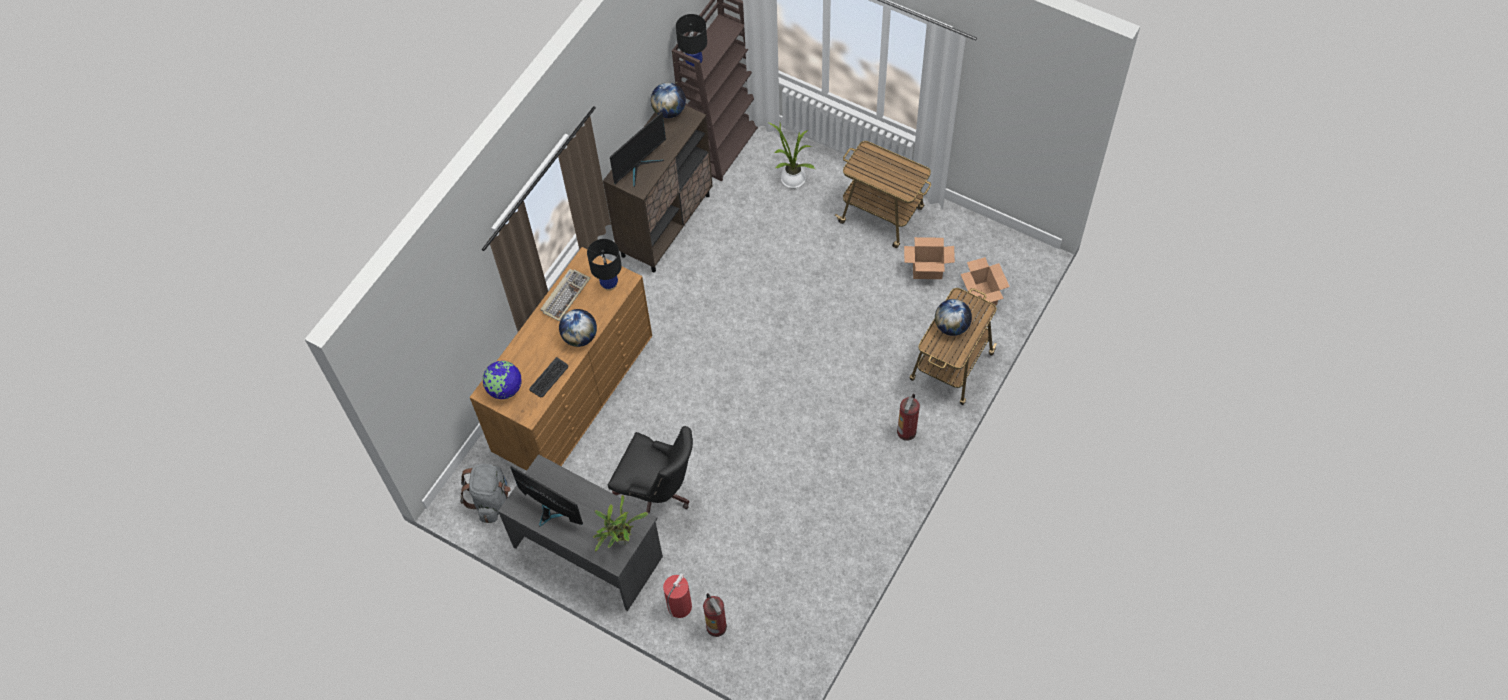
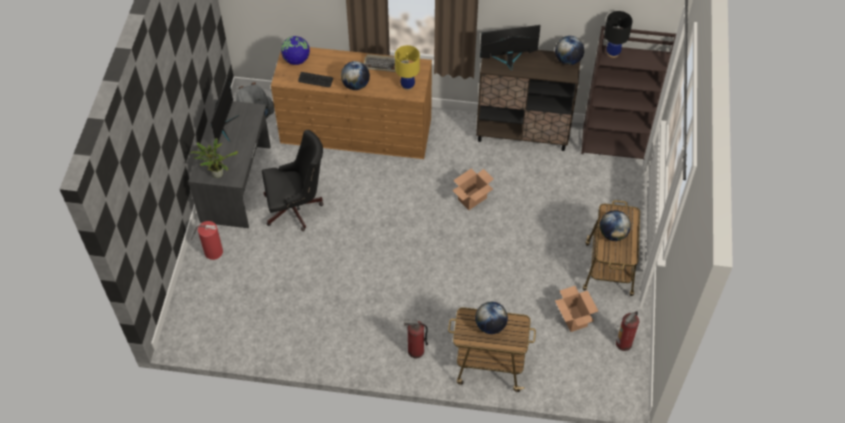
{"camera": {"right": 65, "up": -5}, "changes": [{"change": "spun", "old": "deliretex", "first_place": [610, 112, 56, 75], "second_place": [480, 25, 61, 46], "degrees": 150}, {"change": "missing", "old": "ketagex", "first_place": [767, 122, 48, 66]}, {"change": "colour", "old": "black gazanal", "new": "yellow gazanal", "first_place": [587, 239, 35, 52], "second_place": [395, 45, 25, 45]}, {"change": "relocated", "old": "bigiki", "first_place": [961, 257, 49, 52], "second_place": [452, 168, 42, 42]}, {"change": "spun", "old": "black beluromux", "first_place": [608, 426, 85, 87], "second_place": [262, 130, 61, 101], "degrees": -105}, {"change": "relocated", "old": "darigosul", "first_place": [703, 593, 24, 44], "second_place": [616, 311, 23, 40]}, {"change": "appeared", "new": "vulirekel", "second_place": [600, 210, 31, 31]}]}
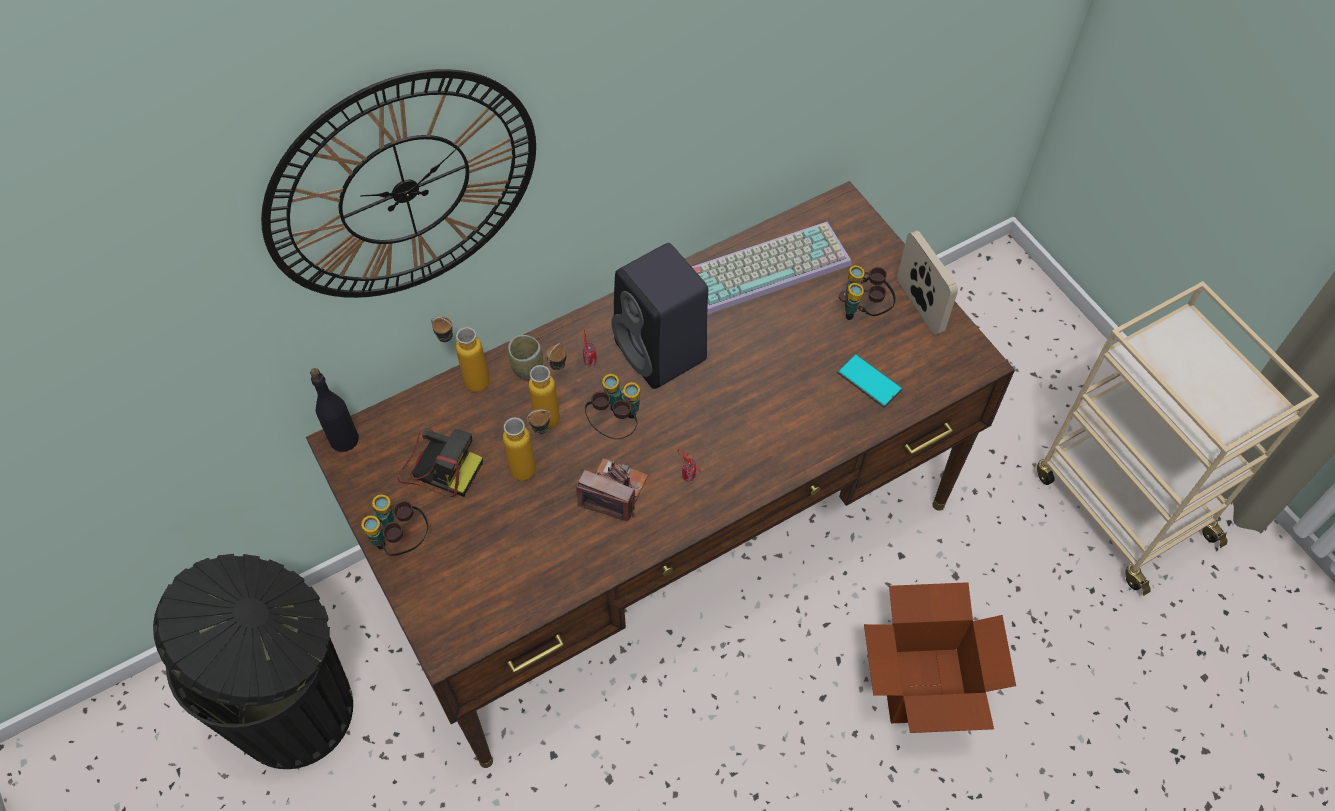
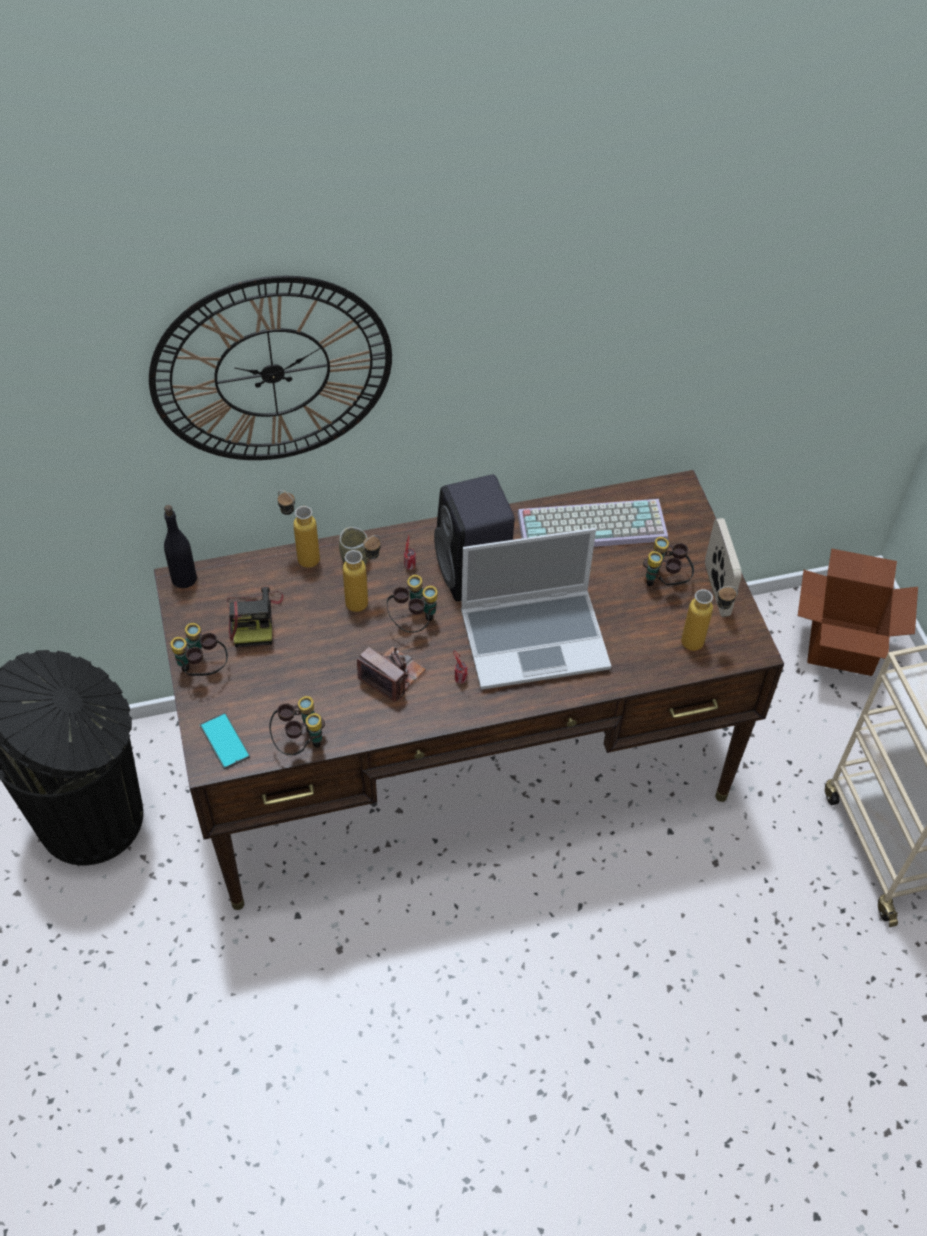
{"camera": {"right": 15, "up": -5}, "changes": [{"change": "relocated", "old": "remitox", "first_place": [837, 353, 65, 55], "second_place": [200, 712, 50, 57]}, {"change": "relocated", "old": "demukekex", "first_place": [503, 409, 48, 72], "second_place": [681, 586, 57, 65]}, {"change": "spun", "old": "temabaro", "first_place": [398, 428, 85, 69], "second_place": [227, 587, 57, 61], "degrees": 45}, {"change": "relocated", "old": "bigiki", "first_place": [864, 582, 152, 151], "second_place": [798, 548, 120, 128]}, {"change": "appeared", "new": "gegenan", "second_place": [461, 528, 150, 162]}, {"change": "appeared", "new": "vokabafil", "second_place": [269, 696, 56, 59]}]}
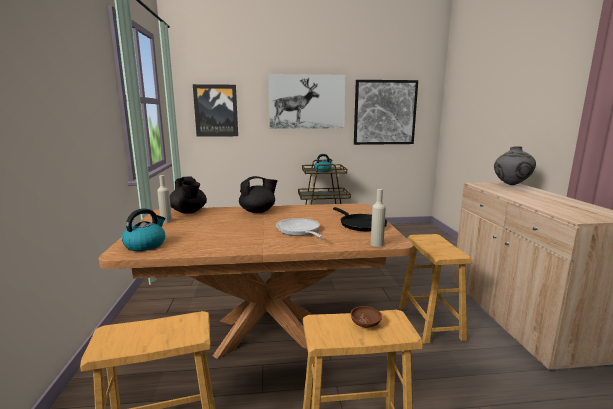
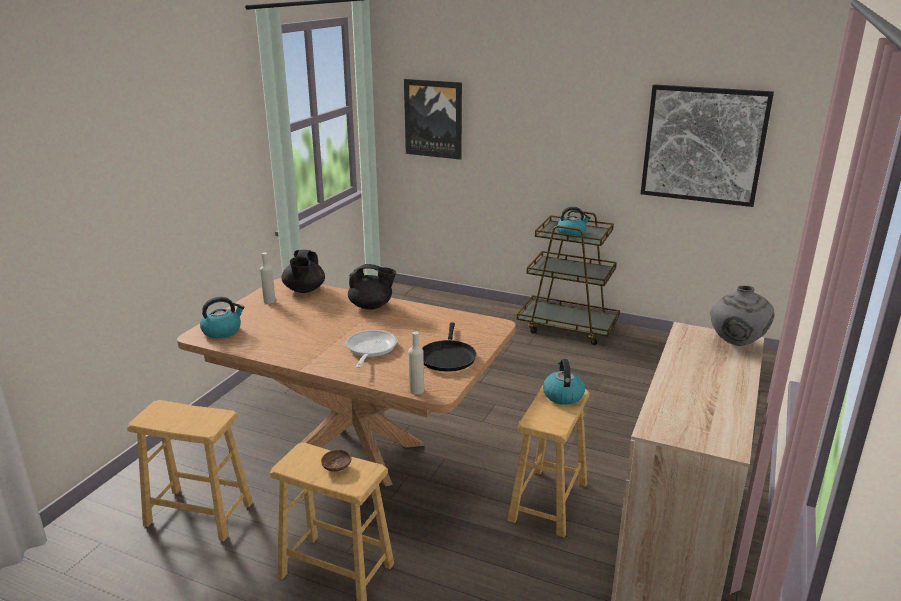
{"camera": {"right": 30, "up": 10}, "changes": [{"change": "missing", "old": "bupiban", "first_place": [268, 74, 77, 55]}, {"change": "appeared", "new": "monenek", "second_place": [543, 359, 42, 46]}]}
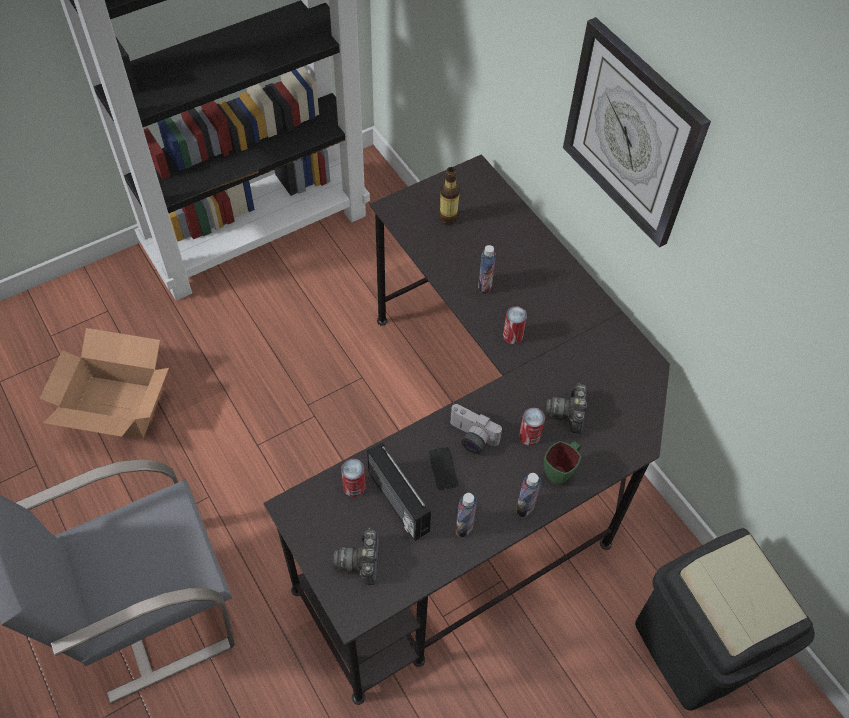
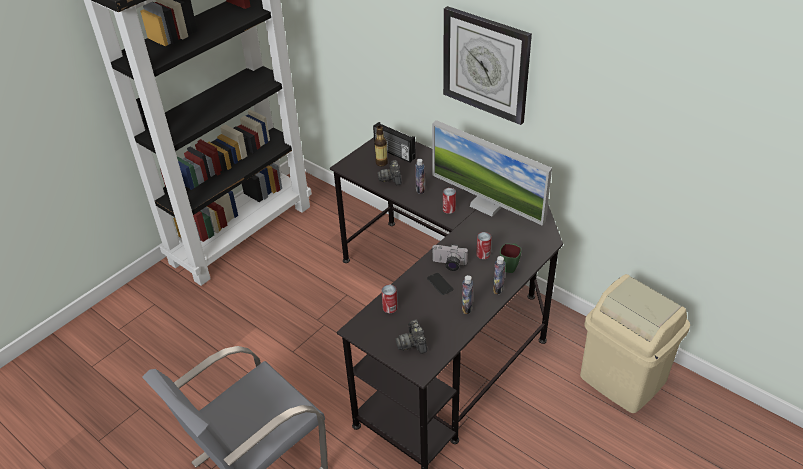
{"camera": {"right": -15, "up": -15}, "changes": [{"change": "missing", "old": "bigiki", "first_place": [40, 328, 129, 111]}, {"change": "relocated", "old": "temabaro", "first_place": [545, 383, 42, 50], "second_place": [377, 160, 25, 25]}, {"change": "relocated", "old": "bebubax", "first_place": [367, 443, 64, 98], "second_place": [373, 122, 43, 40]}, {"change": "colour", "old": "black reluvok", "new": "beige reluvok", "first_place": [635, 528, 180, 183], "second_place": [580, 274, 110, 139]}, {"change": "appeared", "new": "deliretex", "second_place": [432, 120, 120, 106]}]}
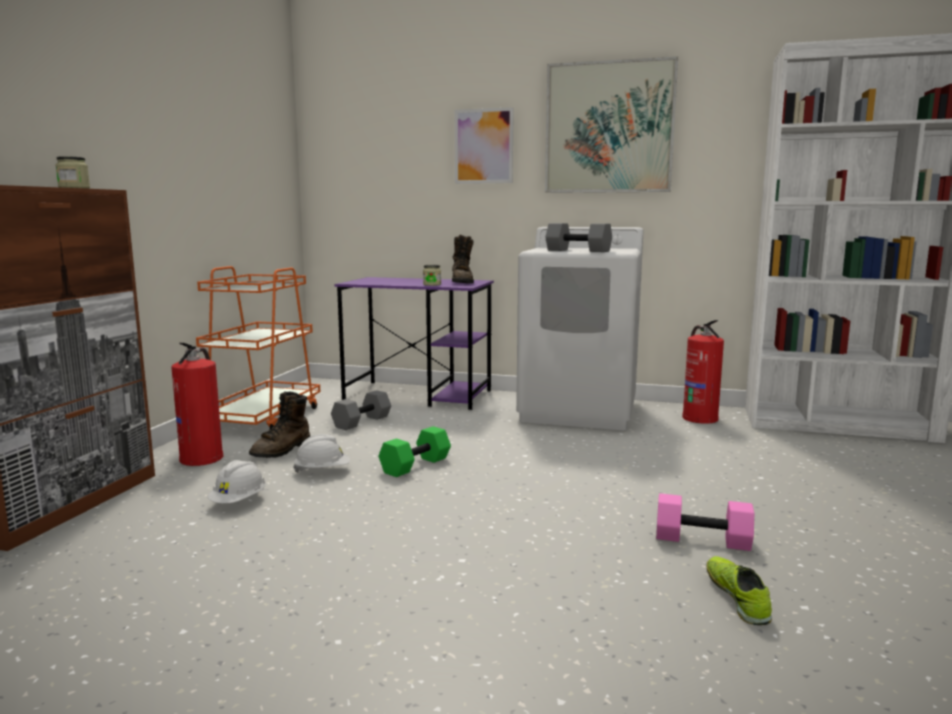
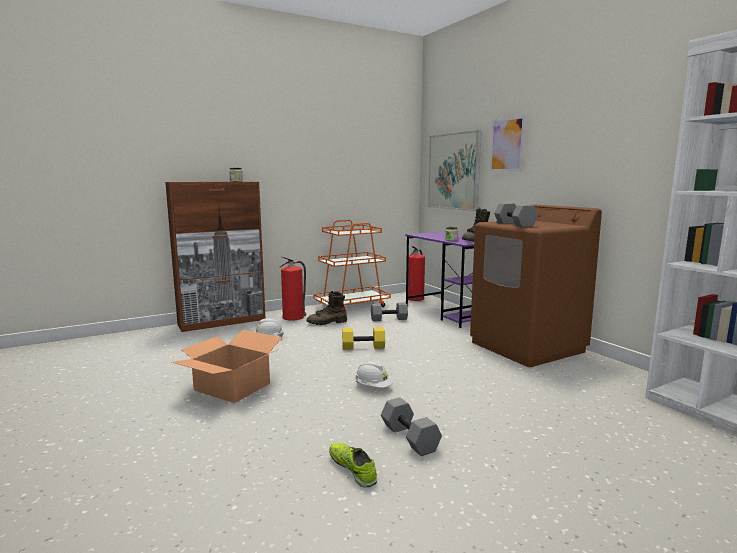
{"camera": {"right": 45, "up": 0}, "changes": [{"change": "relocated", "old": "bupiban", "first_place": [545, 56, 133, 137], "second_place": [428, 130, 54, 81]}, {"change": "colour", "old": "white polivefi", "new": "brown polivefi", "first_place": [516, 227, 128, 203], "second_place": [470, 204, 132, 163]}, {"change": "relocated", "old": "darigosul", "first_place": [682, 320, 42, 104], "second_place": [408, 246, 17, 55]}, {"change": "colour", "old": "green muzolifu", "new": "yellow muzolifu", "first_place": [379, 426, 72, 51], "second_place": [342, 327, 43, 23]}, {"change": "relocated", "old": "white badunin", "first_place": [293, 434, 57, 39], "second_place": [355, 360, 38, 28]}, {"change": "colour", "old": "pink muzolifu", "new": "grey muzolifu", "first_place": [656, 493, 98, 58], "second_place": [381, 397, 61, 59]}, {"change": "spun", "old": "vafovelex", "first_place": [707, 556, 65, 69], "second_place": [329, 443, 48, 44], "degrees": -75}, {"change": "appeared", "new": "bigiki", "second_place": [172, 329, 110, 74]}]}
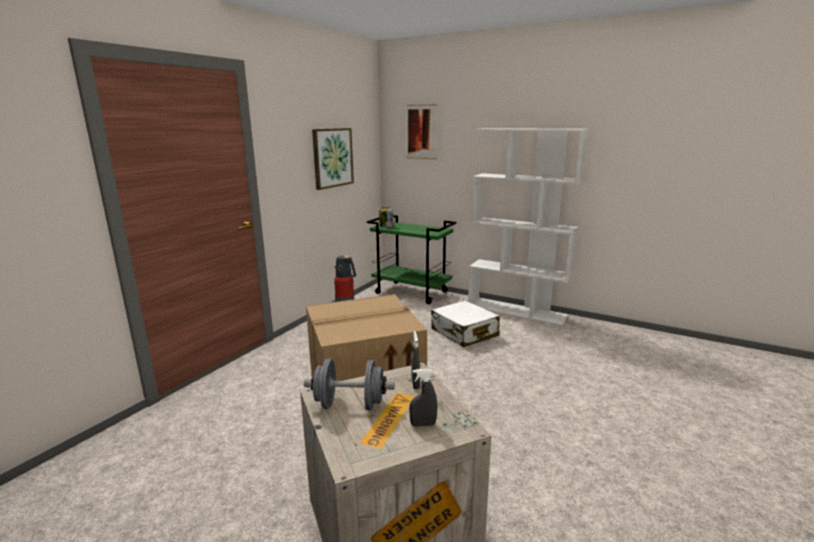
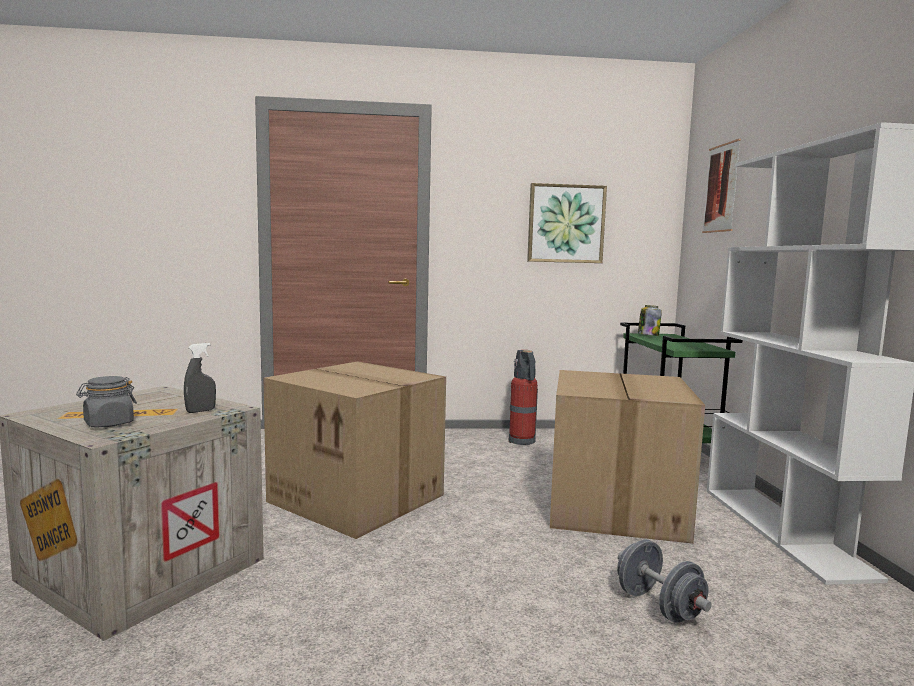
{"camera": {"right": 55, "up": -10}, "changes": [{"change": "exchanged", "old": "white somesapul", "new": "bigiki", "first_place": [431, 300, 69, 47], "second_place": [550, 370, 155, 174]}, {"change": "relocated", "old": "grey muzolifu", "first_place": [304, 359, 91, 51], "second_place": [617, 539, 95, 84]}, {"change": "exchanged", "old": "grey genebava", "new": "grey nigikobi", "first_place": [409, 369, 29, 58], "second_place": [76, 376, 61, 52]}]}
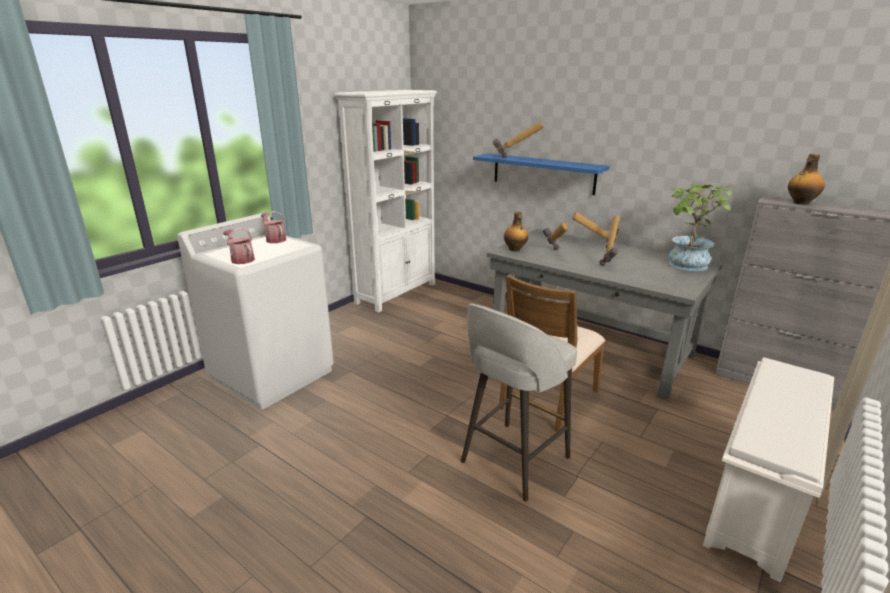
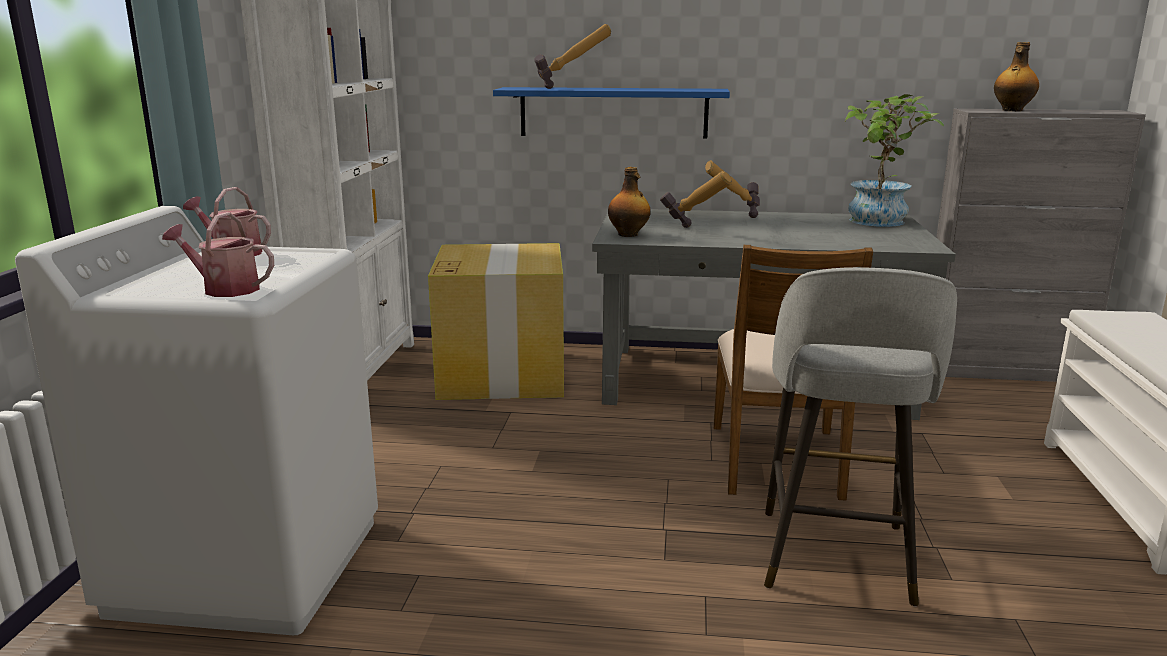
{"camera": {"right": -30, "up": -5}, "changes": [{"change": "missing", "old": "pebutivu", "first_place": [599, 216, 21, 49]}, {"change": "appeared", "new": "bigiki", "second_place": [428, 243, 136, 157]}]}
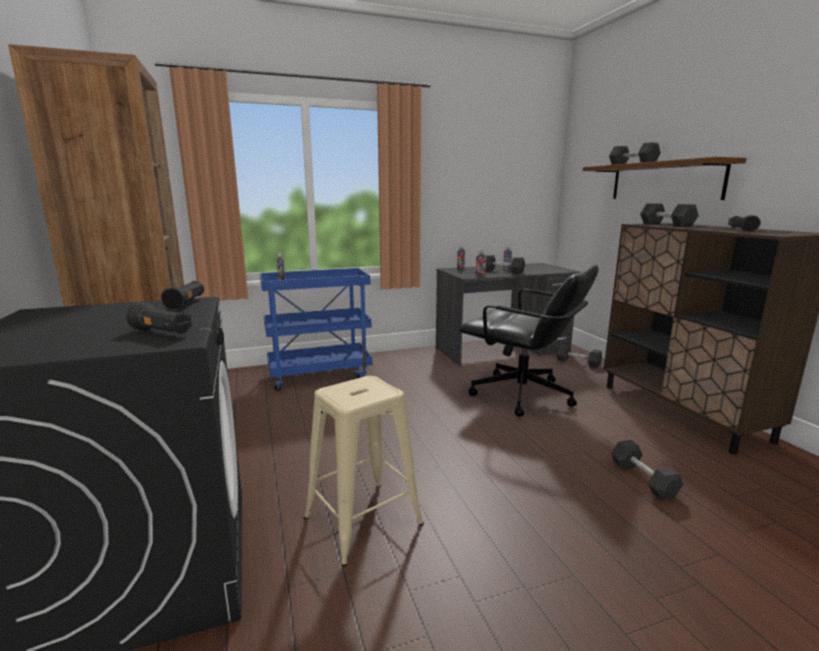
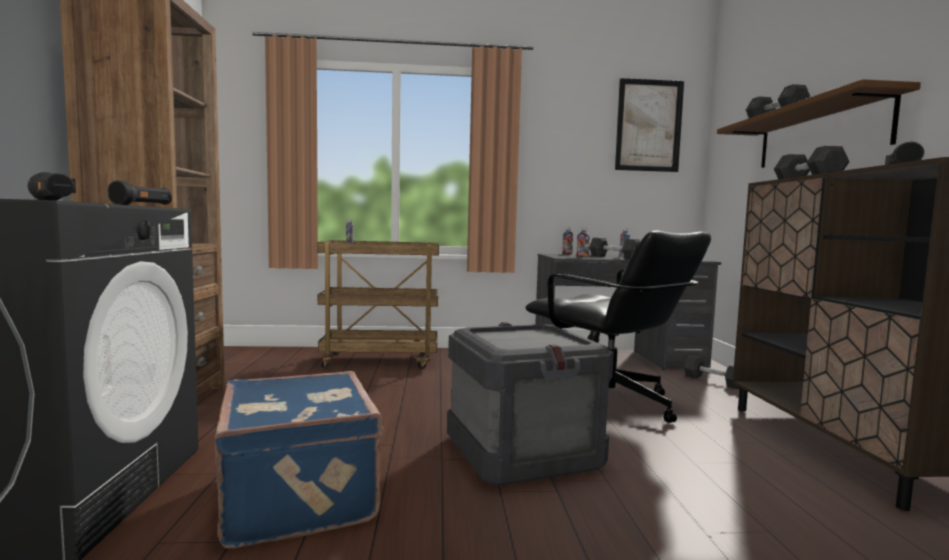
{"camera": {"right": 15, "up": -10}, "changes": [{"change": "colour", "old": "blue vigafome", "new": "brown vigafome", "first_place": [260, 268, 112, 123], "second_place": [317, 240, 122, 129]}, {"change": "exchanged", "old": "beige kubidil", "new": "blue somesapul", "first_place": [304, 376, 120, 191], "second_place": [215, 371, 169, 178]}, {"change": "missing", "old": "grey muzolifu", "first_place": [611, 440, 73, 61]}, {"change": "appeared", "new": "bupiban", "second_place": [615, 78, 69, 94]}, {"change": "appeared", "new": "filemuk", "second_place": [447, 322, 167, 164]}]}
